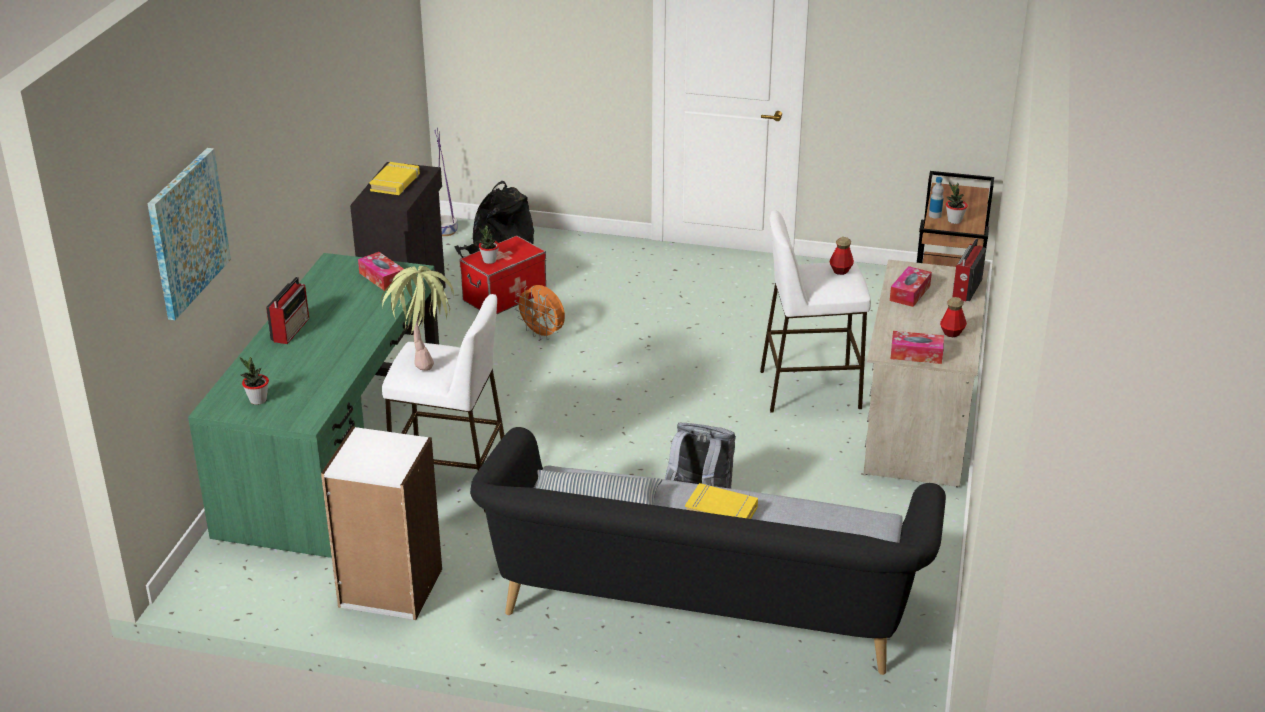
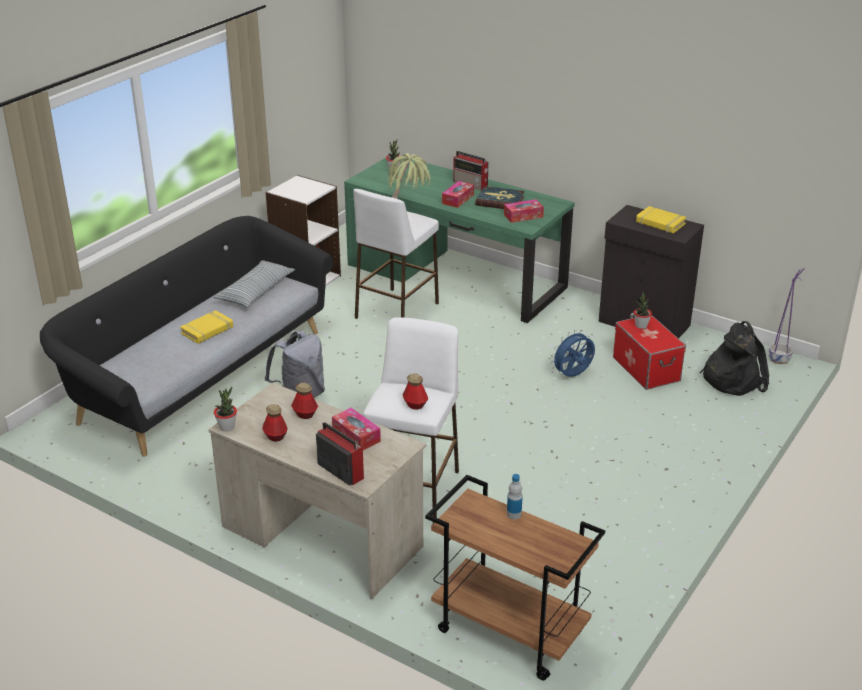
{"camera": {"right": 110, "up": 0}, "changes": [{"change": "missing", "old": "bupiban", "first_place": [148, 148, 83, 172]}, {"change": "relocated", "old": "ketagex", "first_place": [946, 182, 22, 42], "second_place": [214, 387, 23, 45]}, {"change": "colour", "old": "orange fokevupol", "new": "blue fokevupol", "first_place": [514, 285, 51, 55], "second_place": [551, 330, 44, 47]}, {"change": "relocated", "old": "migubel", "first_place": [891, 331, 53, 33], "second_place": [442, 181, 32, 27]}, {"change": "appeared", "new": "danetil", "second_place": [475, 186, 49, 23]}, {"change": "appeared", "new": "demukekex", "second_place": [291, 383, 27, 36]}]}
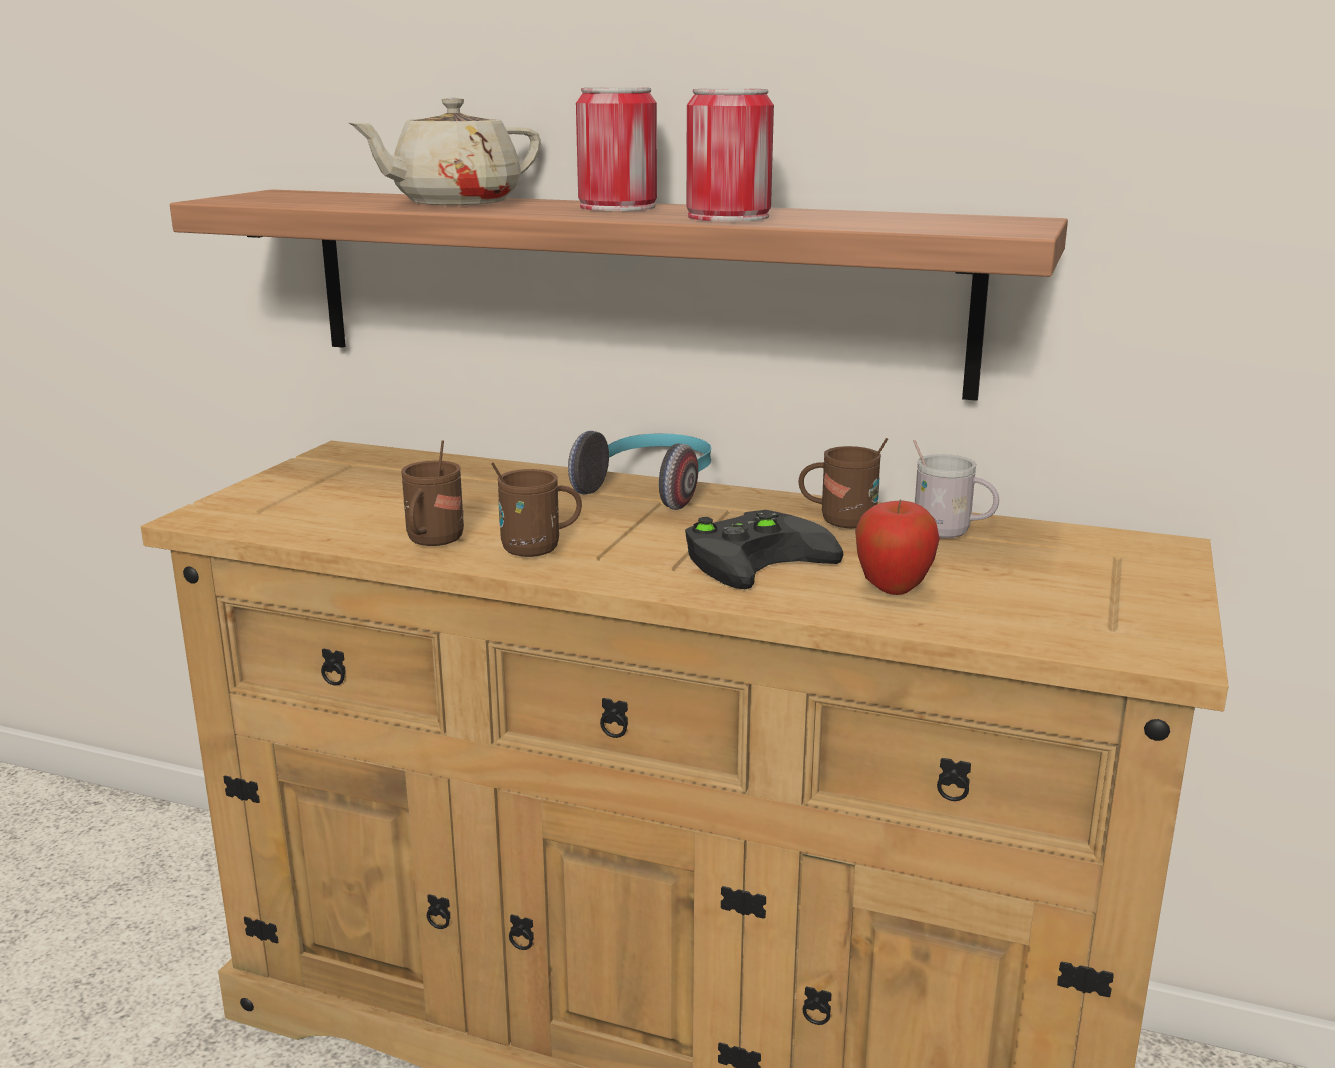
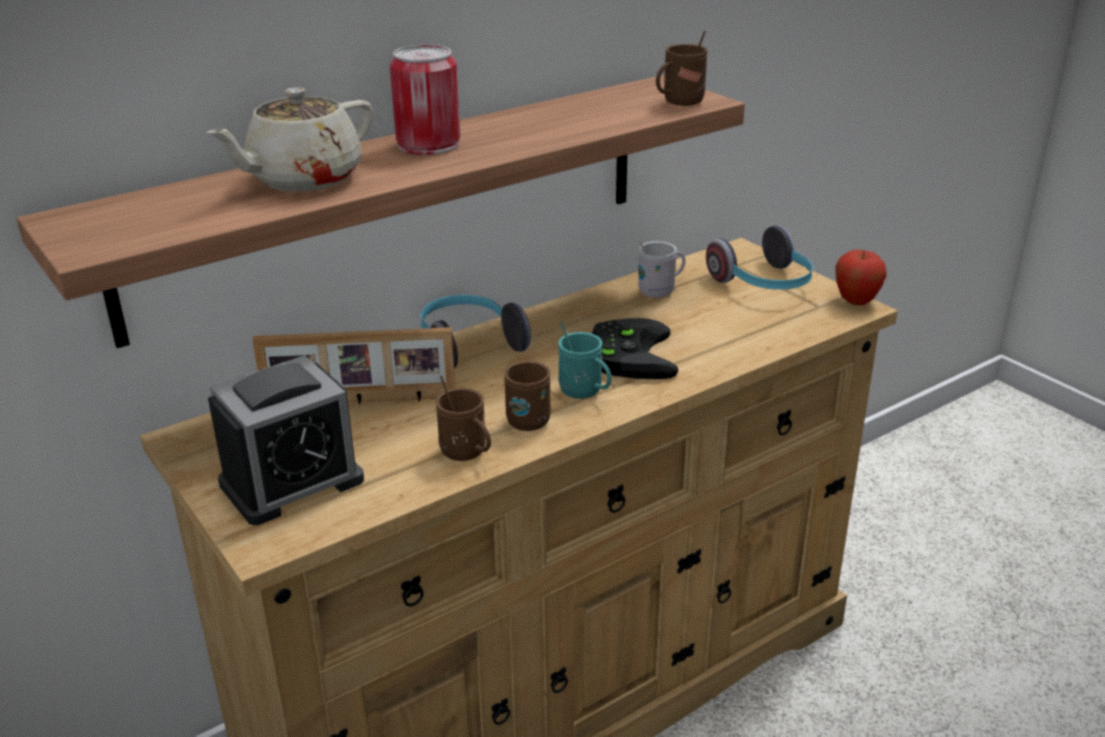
{"camera": {"right": -55, "up": 10}, "changes": [{"change": "missing", "old": "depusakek", "first_place": [686, 89, 88, 133]}, {"change": "spun", "old": "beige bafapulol", "first_place": [348, 97, 193, 108], "second_place": [207, 87, 166, 105], "degrees": 45}, {"change": "relocated", "old": "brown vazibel", "first_place": [799, 438, 89, 90], "second_place": [656, 31, 52, 75]}, {"change": "relocated", "old": "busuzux", "first_place": [855, 500, 85, 95], "second_place": [835, 250, 52, 55]}, {"change": "appeared", "new": "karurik", "second_place": [706, 225, 107, 65]}, {"change": "appeared", "new": "turquoise vazibel", "second_place": [558, 321, 54, 78]}, {"change": "appeared", "new": "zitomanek", "second_place": [252, 327, 203, 78]}, {"change": "appeared", "new": "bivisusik", "second_place": [208, 355, 156, 170]}]}
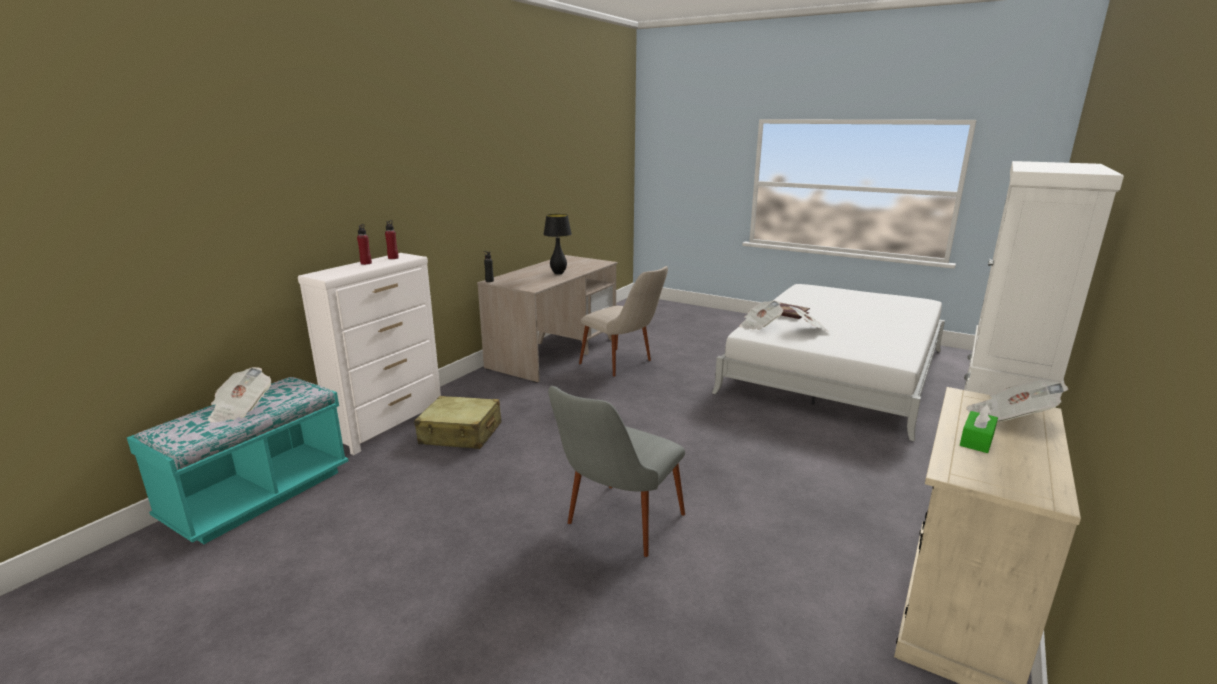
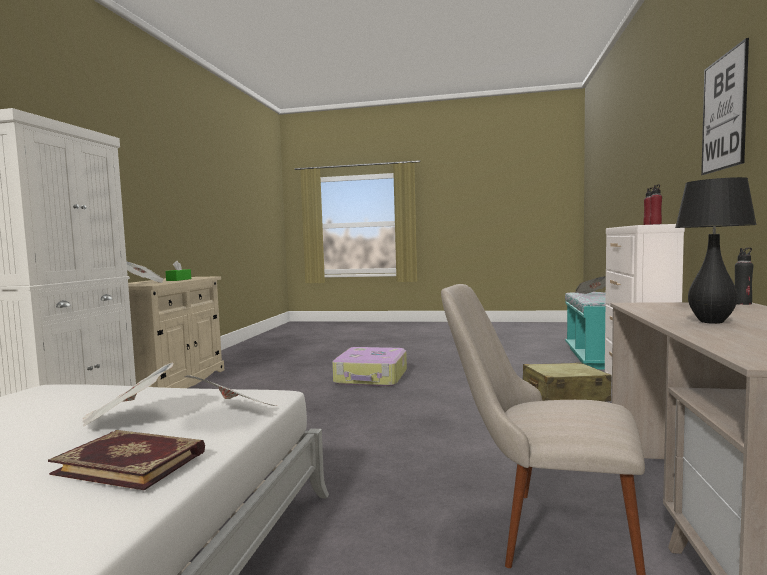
{"camera": {"right": 160, "up": -15}, "changes": [{"change": "exchanged", "old": "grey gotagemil", "new": "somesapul", "first_place": [548, 386, 137, 171], "second_place": [332, 347, 75, 40]}, {"change": "appeared", "new": "bupiban", "second_place": [701, 38, 48, 137]}]}
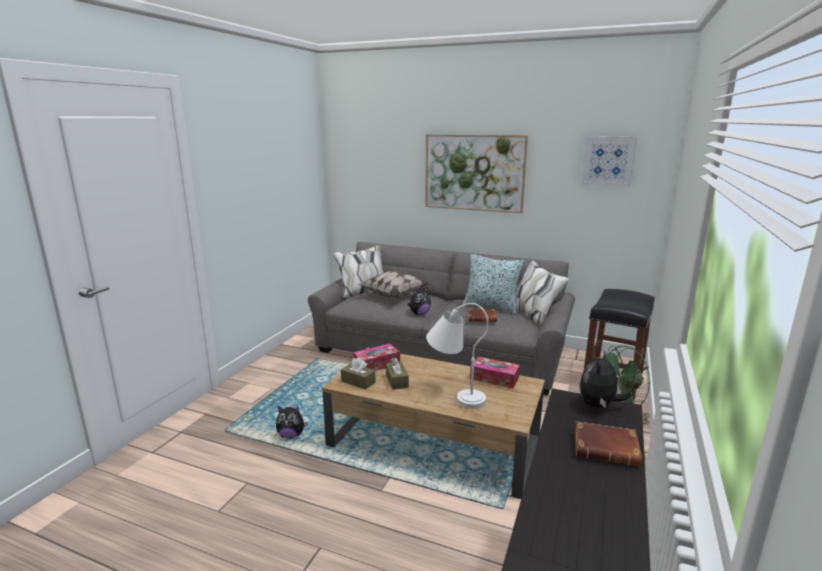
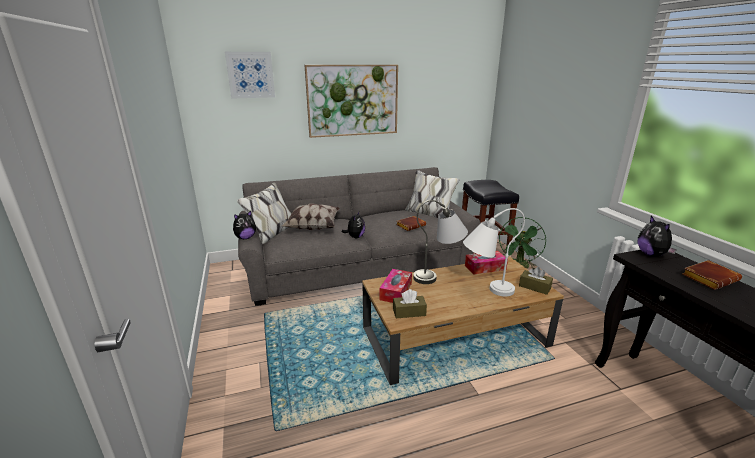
{"camera": {"right": -40, "up": 5}, "changes": [{"change": "relocated", "old": "bupiban", "first_place": [581, 136, 56, 50], "second_place": [225, 52, 50, 47]}, {"change": "missing", "old": "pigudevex", "first_place": [463, 254, 62, 60]}, {"change": "relocated", "old": "brown migubel", "first_place": [386, 357, 23, 33], "second_place": [519, 267, 34, 28]}, {"change": "relocated", "old": "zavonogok", "first_place": [276, 407, 32, 32], "second_place": [233, 211, 23, 28]}, {"change": "appeared", "new": "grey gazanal", "second_place": [413, 200, 55, 84]}]}
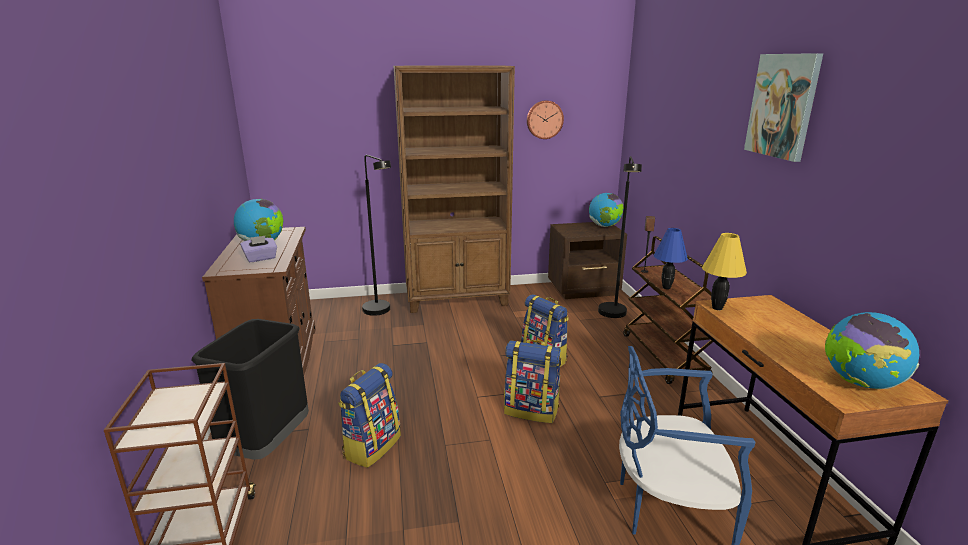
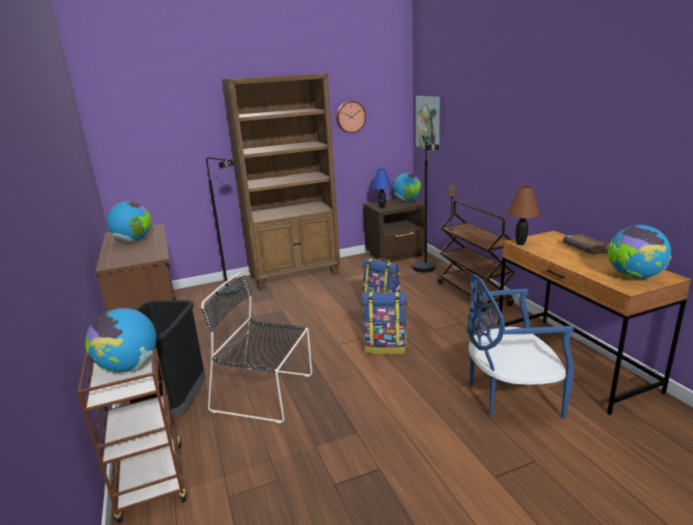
{"camera": {"right": -10, "up": 0}, "changes": [{"change": "relocated", "old": "bupiban", "first_place": [744, 53, 79, 109], "second_place": [416, 96, 24, 52]}, {"change": "relocated", "old": "blue gazanal", "first_place": [654, 228, 34, 61], "second_place": [372, 169, 20, 39]}, {"change": "colour", "old": "yellow gazanal", "new": "brown gazanal", "first_place": [702, 233, 45, 77], "second_place": [507, 185, 33, 60]}, {"change": "missing", "old": "purple migubel", "first_place": [240, 236, 37, 27]}, {"change": "exchanged", "old": "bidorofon", "new": "black gotagemil", "first_place": [338, 363, 63, 105], "second_place": [201, 272, 111, 151]}, {"change": "appeared", "new": "brown danetil", "second_place": [563, 234, 47, 20]}, {"change": "appeared", "new": "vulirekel", "second_place": [85, 308, 71, 64]}]}
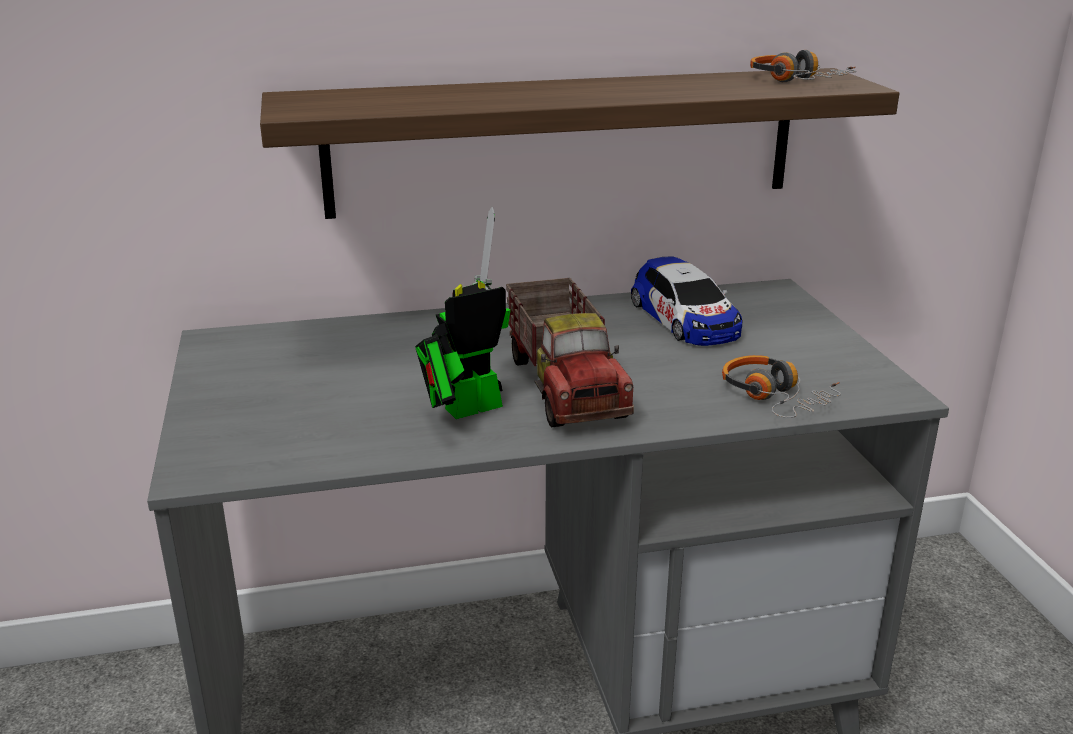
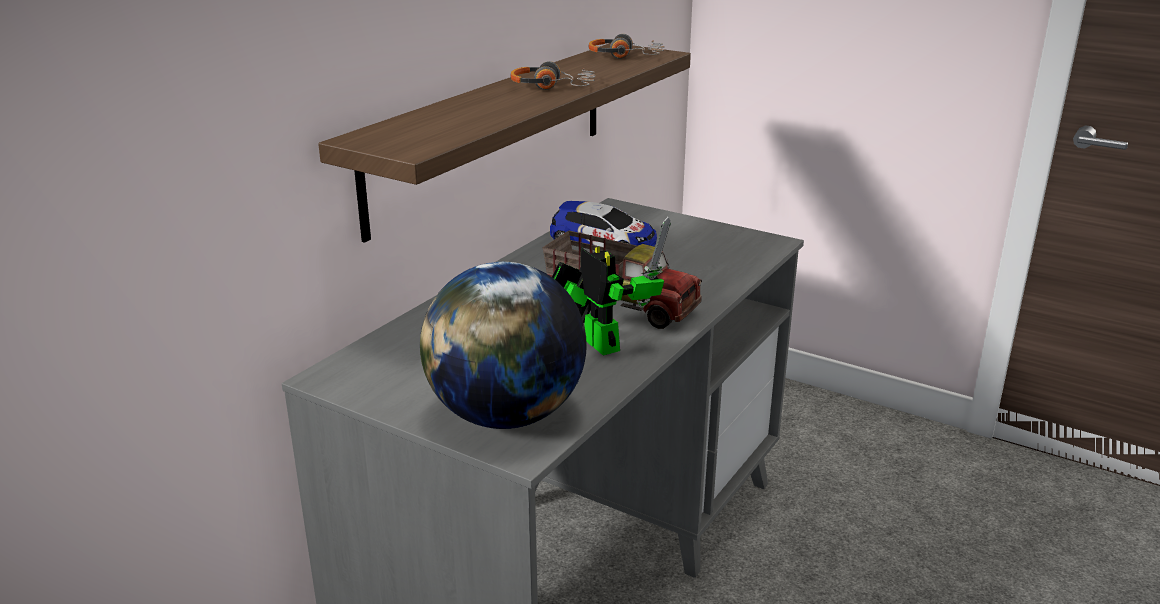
{"camera": {"right": -45, "up": 0}, "changes": [{"change": "spun", "old": "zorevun", "first_place": [415, 207, 96, 212], "second_place": [552, 217, 119, 139], "degrees": 135}, {"change": "relocated", "old": "karurik", "first_place": [722, 355, 119, 63], "second_place": [510, 61, 86, 29]}, {"change": "appeared", "new": "vulirekel", "second_place": [420, 262, 167, 167]}]}
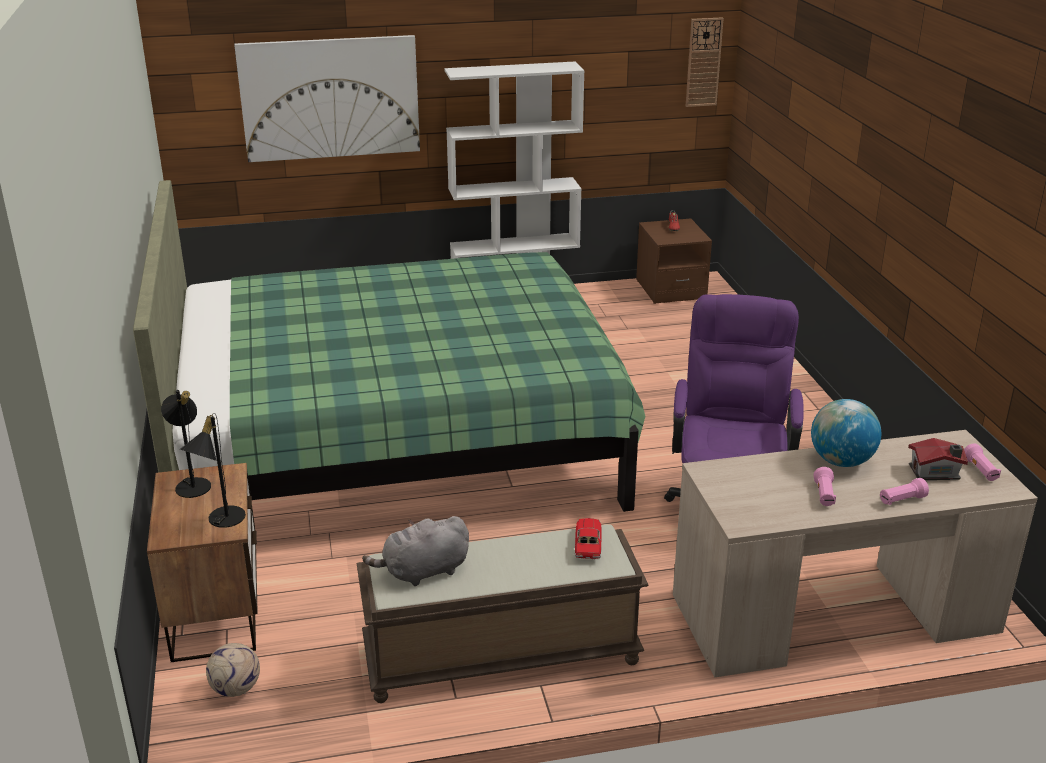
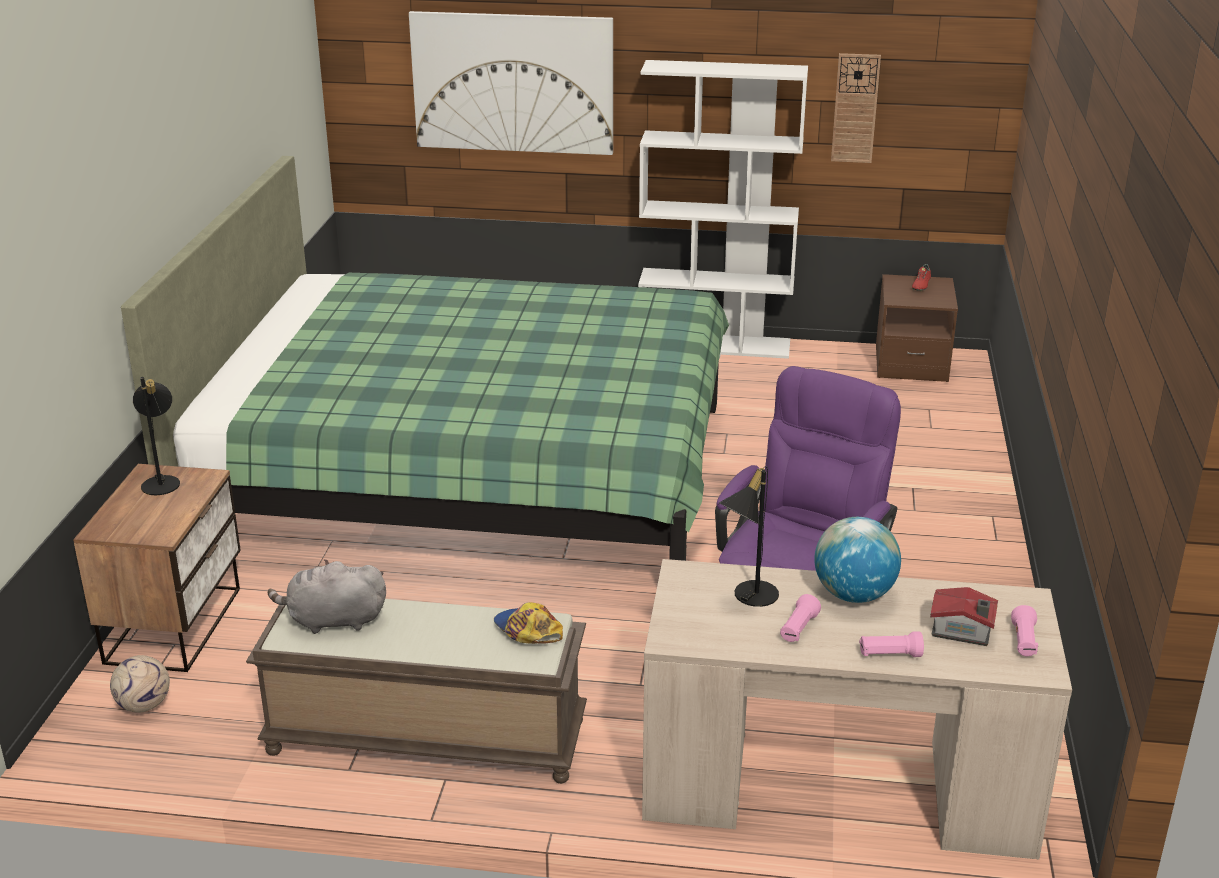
{"camera": {"right": 20, "up": 0}, "changes": [{"change": "relocated", "old": "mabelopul", "first_place": [686, 17, 38, 90], "second_place": [831, 53, 50, 110]}, {"change": "relocated", "old": "black gazanal", "first_place": [180, 413, 66, 115], "second_place": [719, 466, 60, 141]}, {"change": "exchanged", "old": "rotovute", "new": "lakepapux", "first_place": [575, 518, 27, 41], "second_place": [494, 602, 69, 42]}]}
